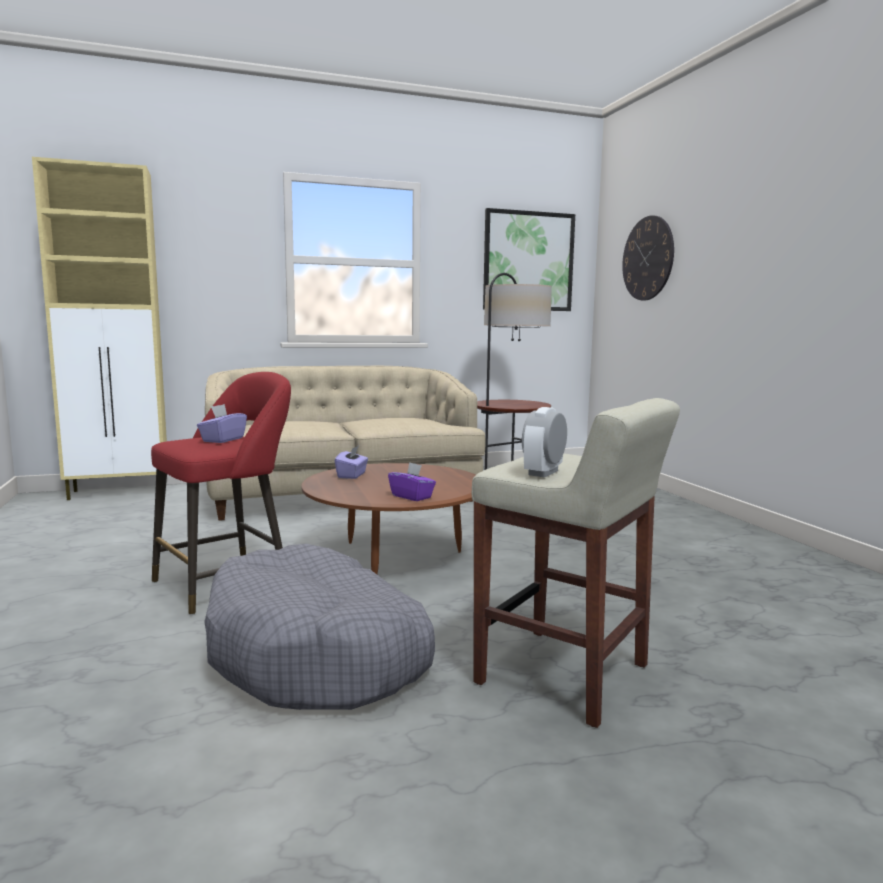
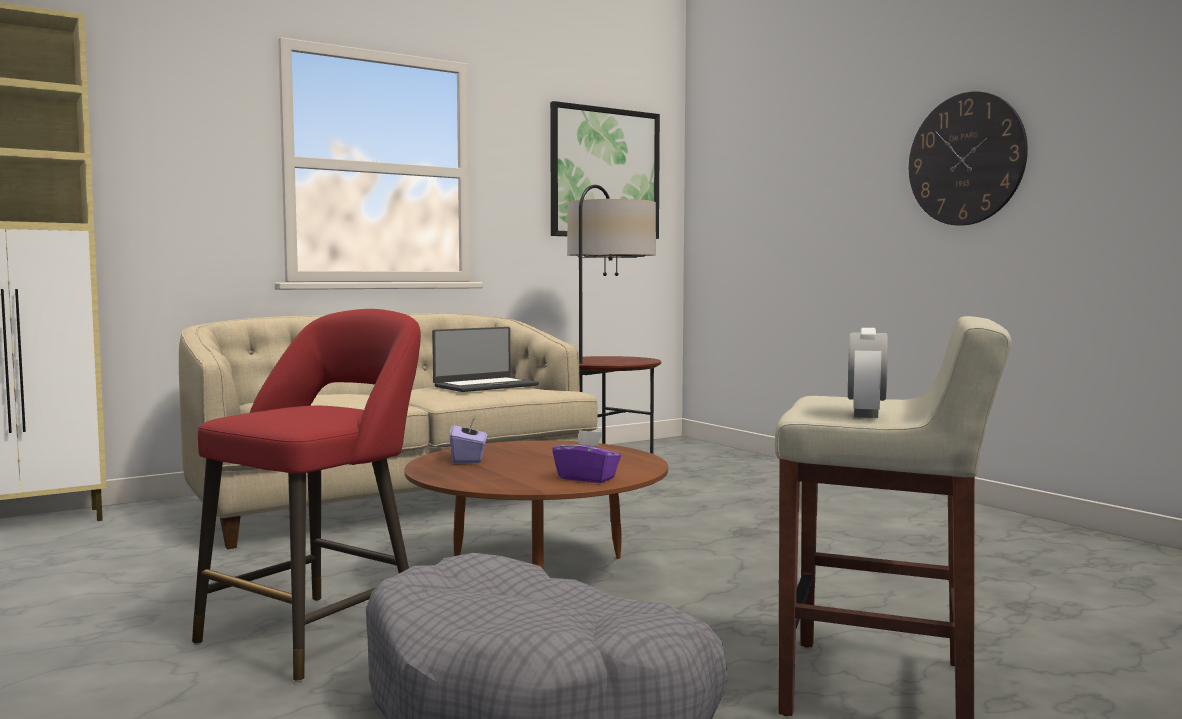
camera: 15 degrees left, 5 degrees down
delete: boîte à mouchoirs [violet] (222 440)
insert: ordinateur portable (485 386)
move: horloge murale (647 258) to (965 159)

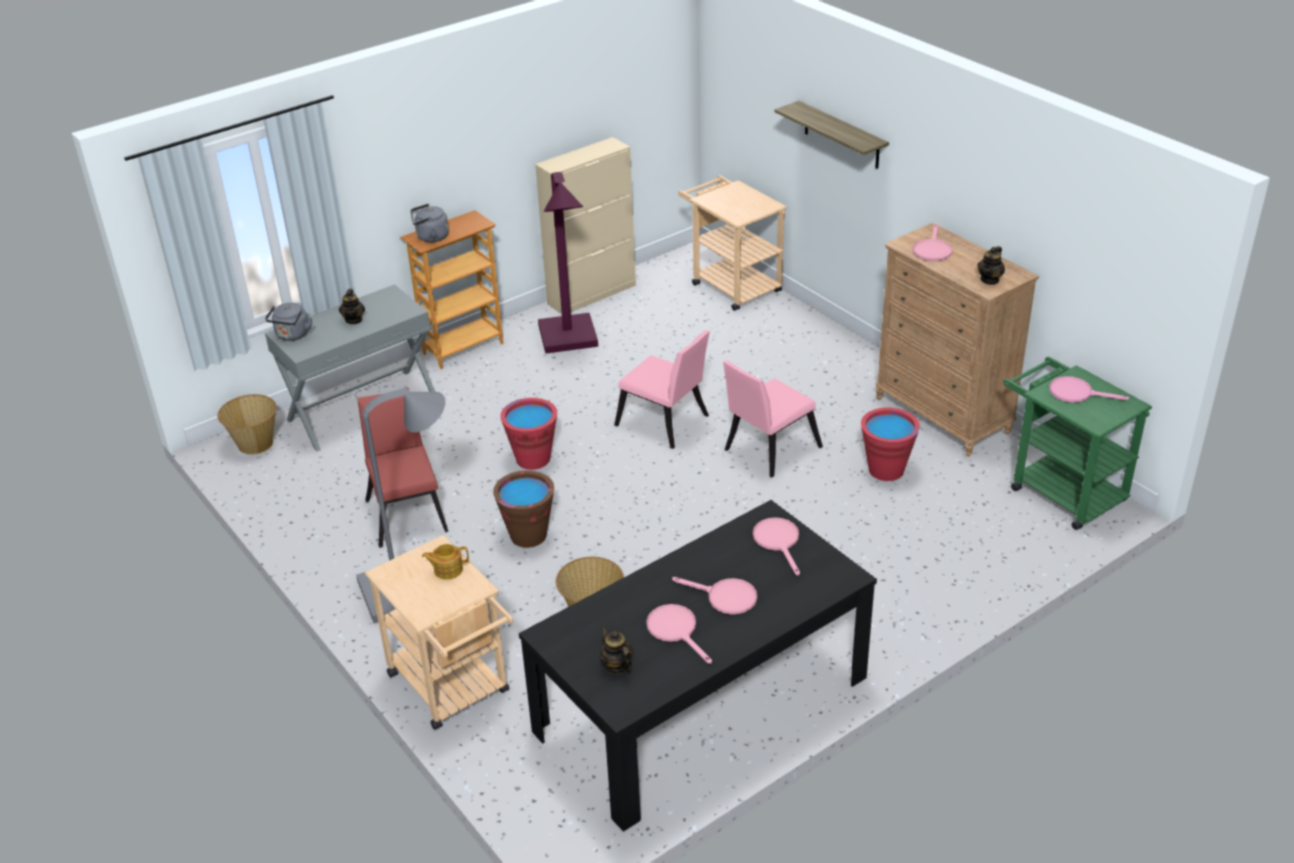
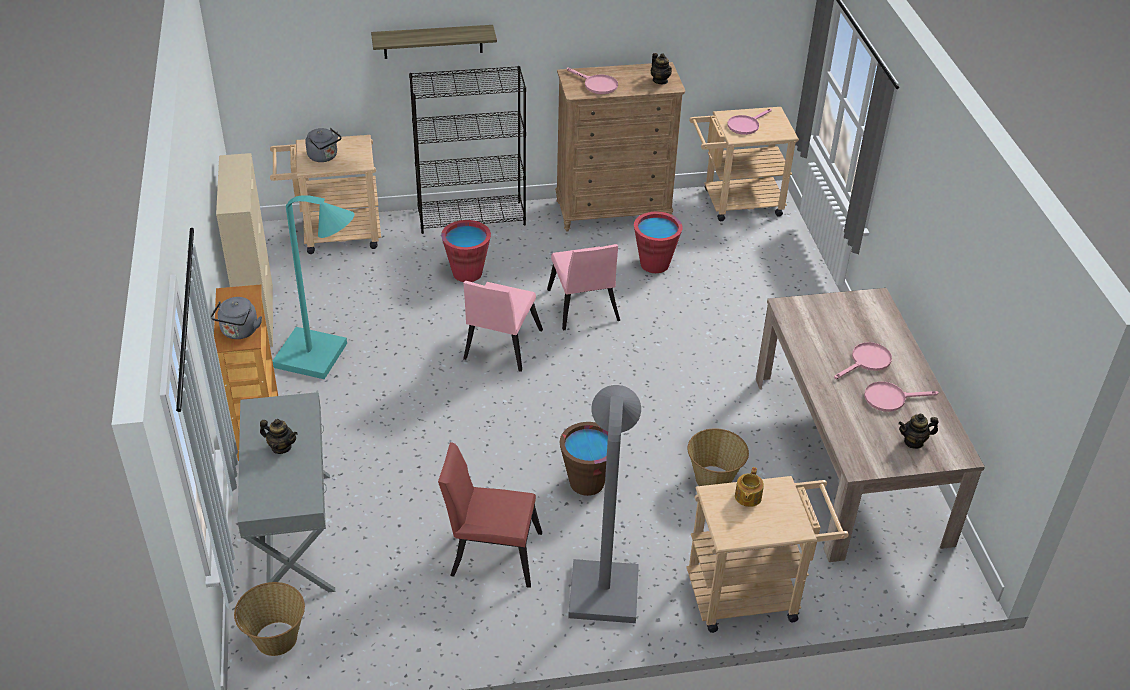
camera: 65 degrees left, 5 degrees up
delete: poêle [rose] (778 541)
insert: bibliothèque [noir] (472 217)
move: bouilloire [gris] (292 335) to (324 157); seau [rouge] (533 459) to (467 273)
recolor: lampadaire [violet] (569 341) to lampadaire [turquoise] (321 357); chariot [vert] (1060 490) to chariot [beige] (735 203); table à manger [noir] (701 704) to table à manger [beige] (849 457)
rotate: chaise [rose] (666 423) = (500 347) 135 degrees clockwise

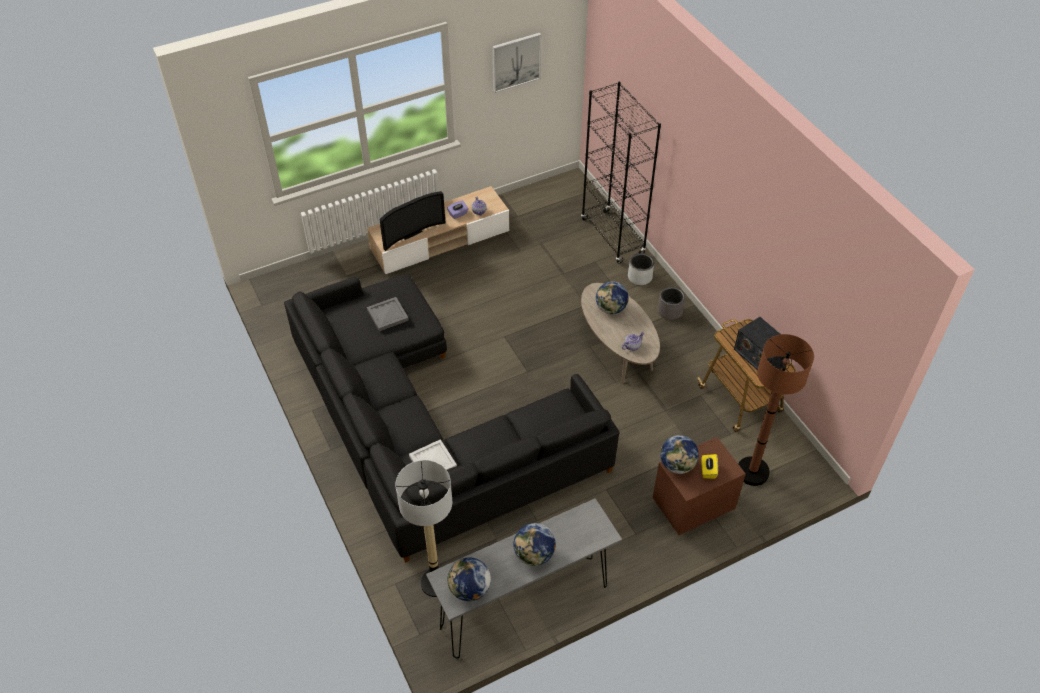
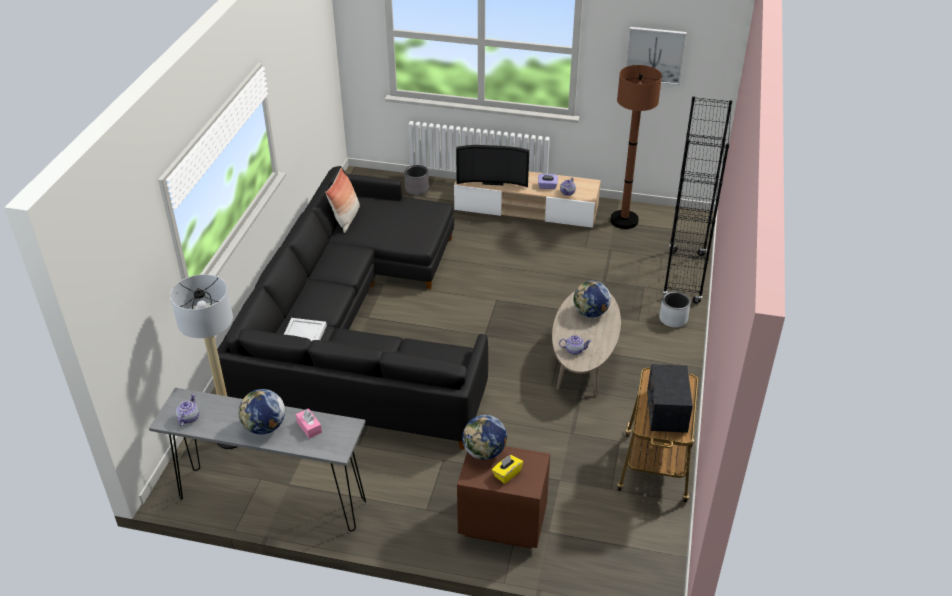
camera: 40 degrees right, 10 degrees down
delete: plateau [gris] (388 314)
insert: boîte à mouchoirs [rose] (309 427); coussin (346 219)
move: cache-pot [gris] (670 311) to (417 189); lampadaire [marron] (752 472) to (624 220)
replace: globe (469 589) to théière (188 418)

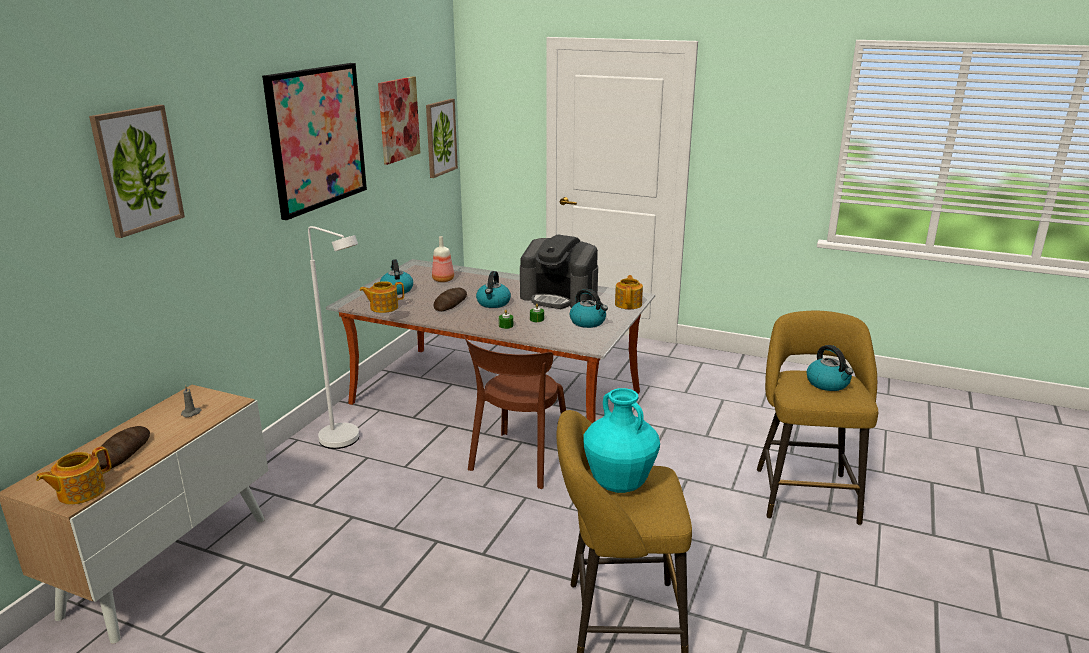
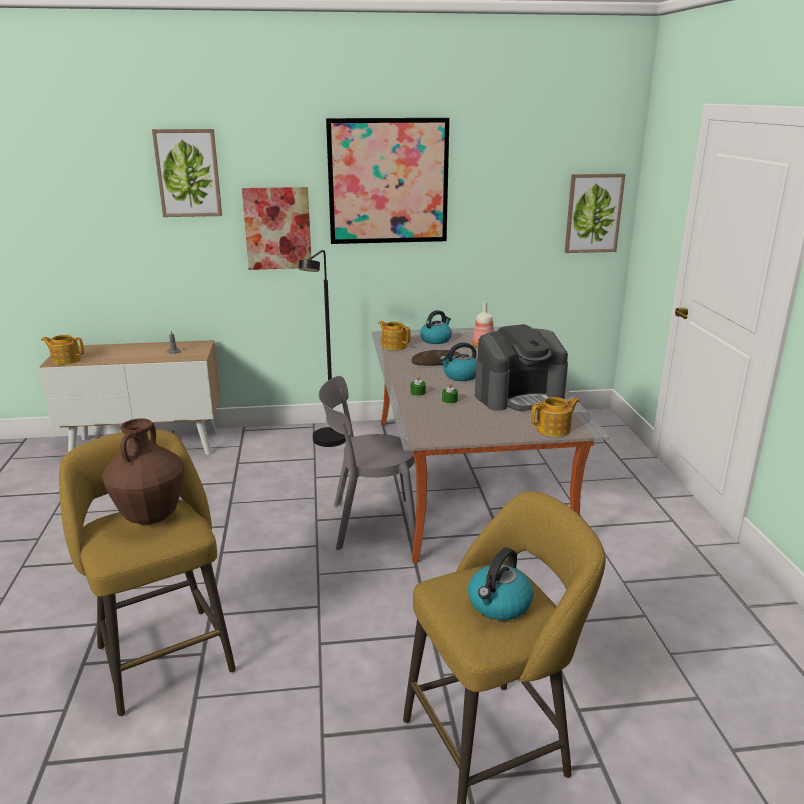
camera: 60 degrees right, 0 degrees up
delete: pain (121 452); bouilloire (588 322)
move: tableau (398 119) to (277 228)
recolor: vase [turquoise] (619 485) to vase [marron] (150 517); lampadaire [blanc] (346 442) to lampadaire [noir] (327 443); chaise [marron] (518 462) to chaise [gris] (368 524)
rotate: machine à café (559 297) = (519 396) 105 degrees counterclockwise

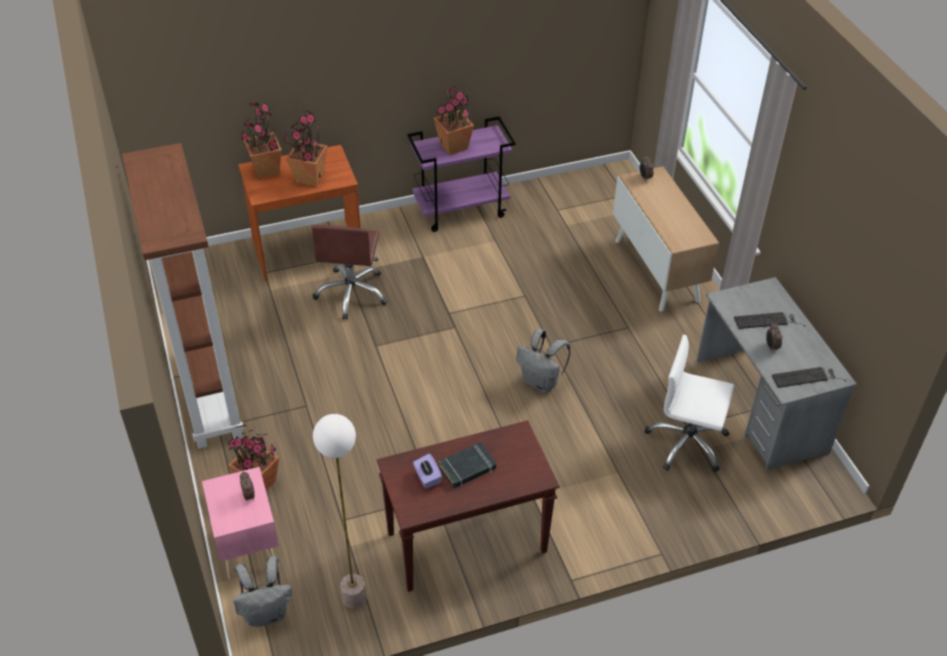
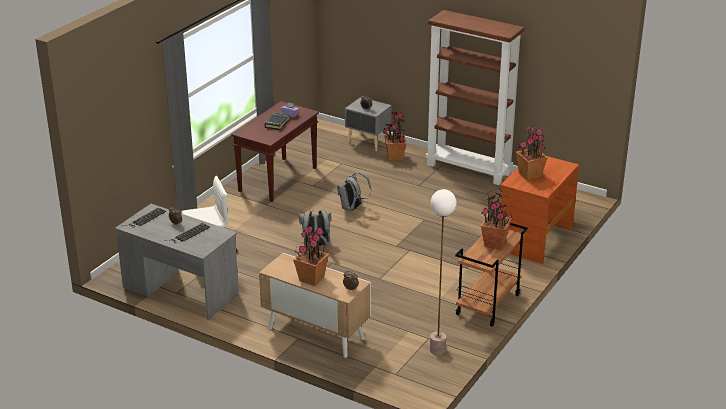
camera: 140 degrees right, 15 degrees down
delete: chaise de bureau [marron] (352 293)
move: plante en pot (265 170) to (311 278); sac à dos [gris] (266 613) to (352 208); lampadaire (354 597) to (437 350)
recolor: table de chevet [rose] (248 545) to table de chevet [gris] (368 142); chariot [violet] (461 210) to chariot [marron] (488 305)

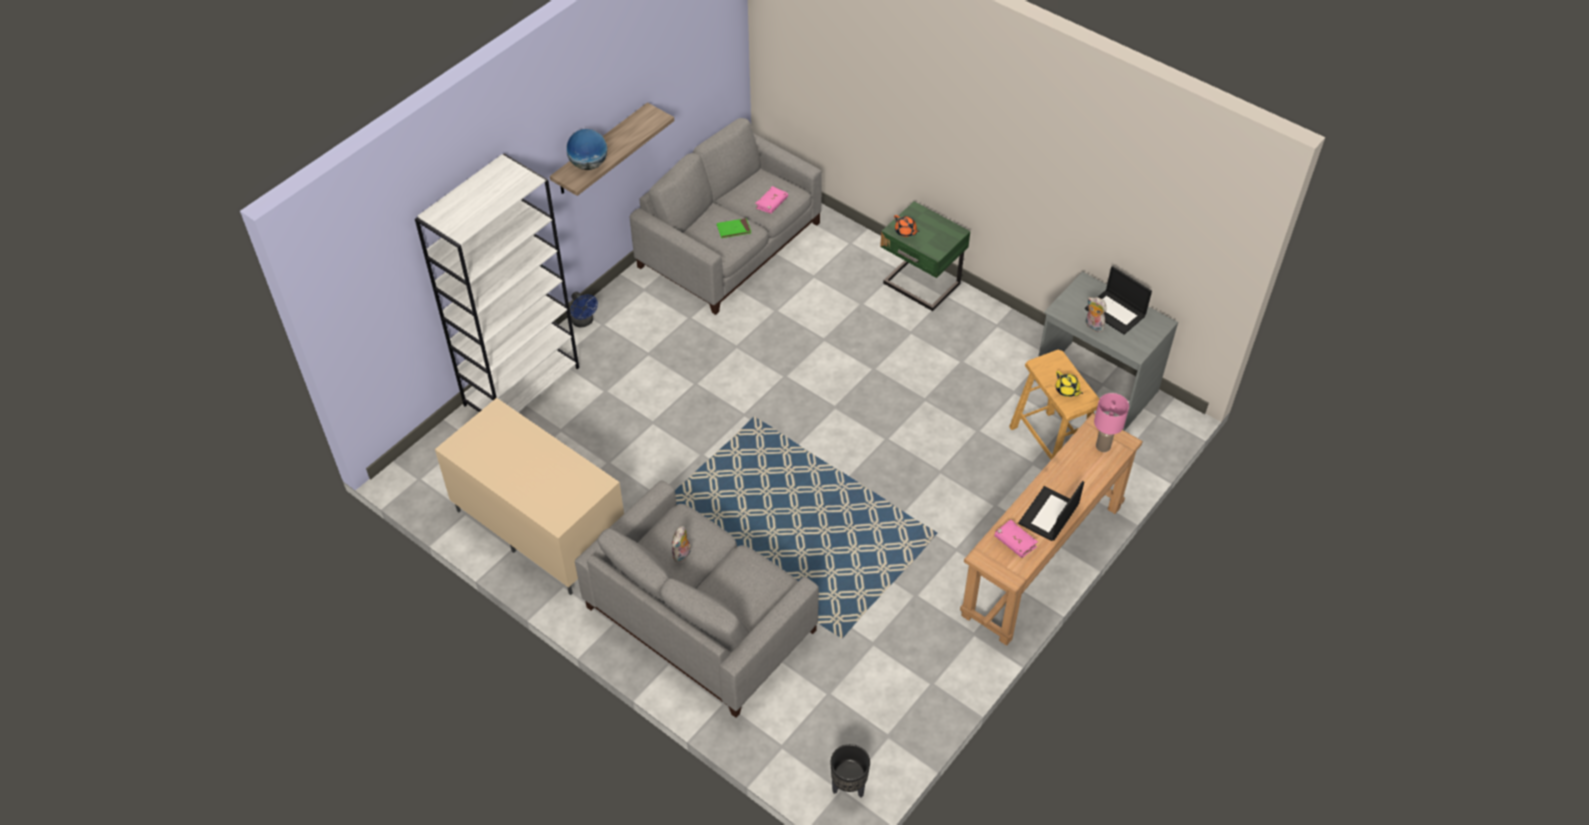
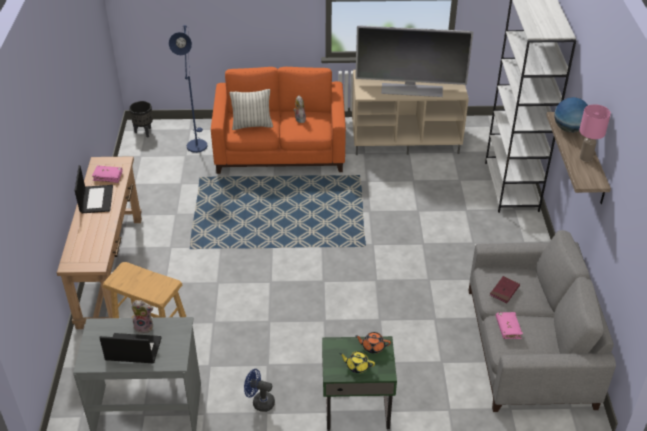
camera: 140 degrees right, 10 degrees down
insert: lampadaire [bleu] (196 143); coussin (252 125); téléviseur (411 89)
move: ventilateur [bleu] (584 322) to (260 402); théière [jaune] (1067 390) to (357 366); lampe de table [rose] (1103 446) to (585 158)
recolor: canapé [gris] (701 618) to canapé [orange] (280 149); livre [vert] (734 229) to livre [rouge] (504 291)

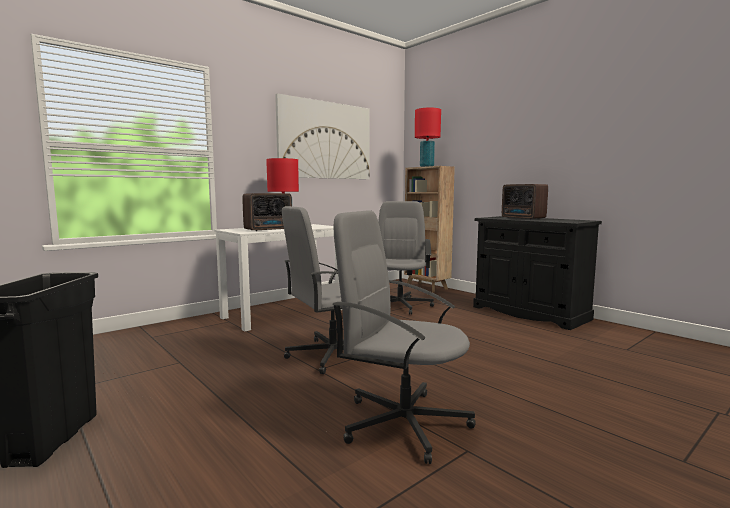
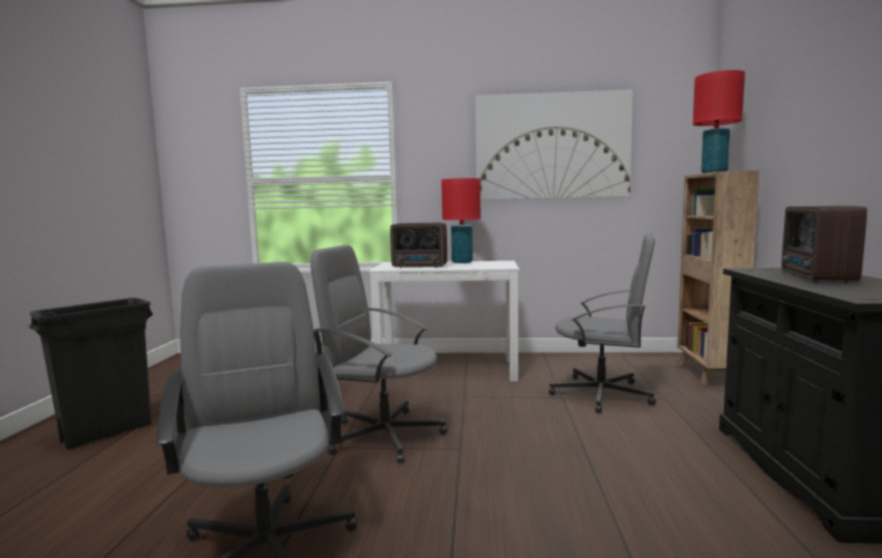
camera: 45 degrees right, 0 degrees up
rotate: chaise de bureau [gris] (400 305) = (603 394) 60 degrees clockwise

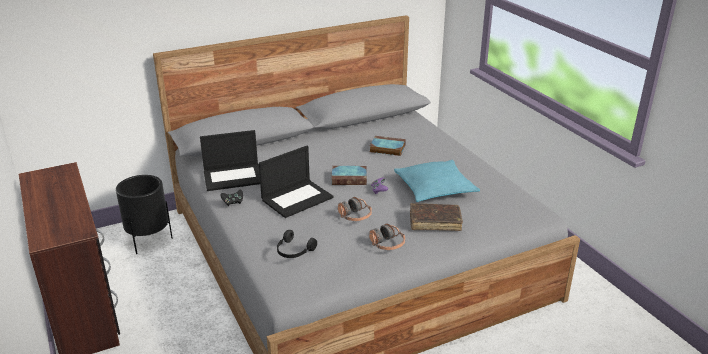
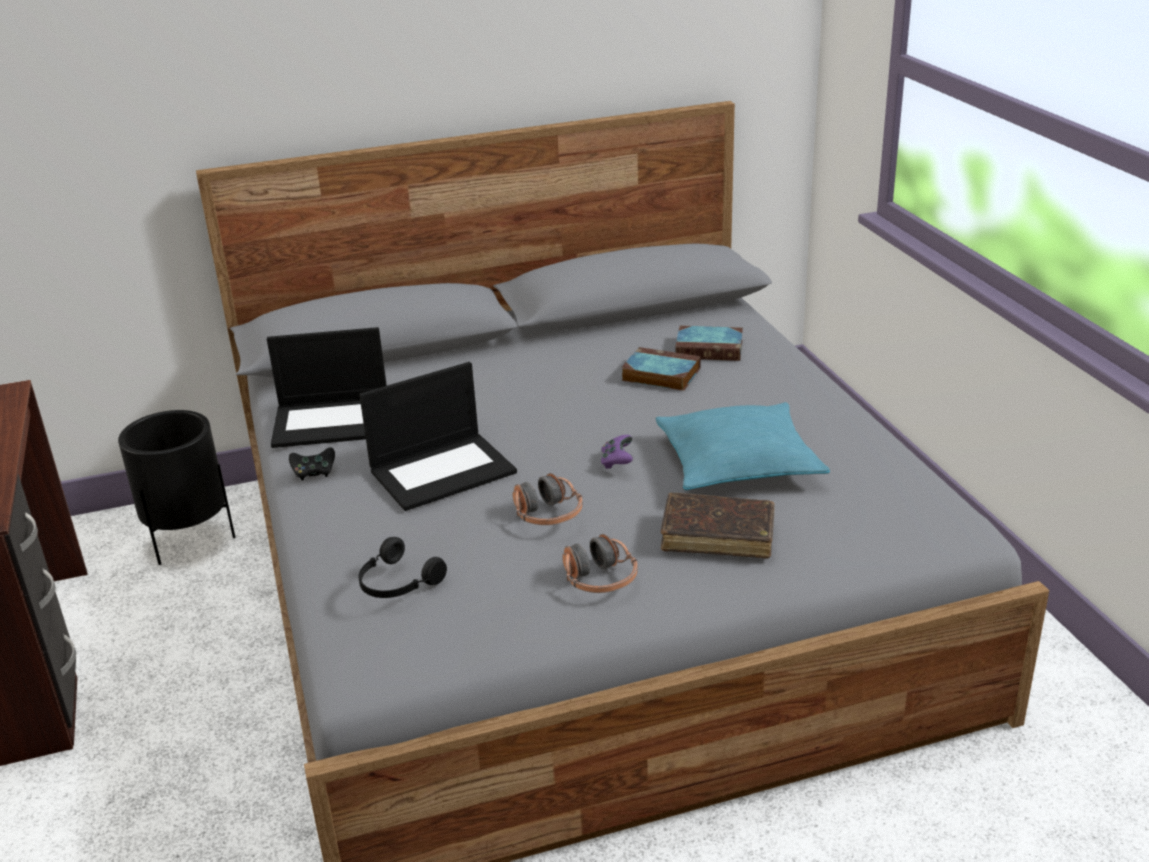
camera: 10 degrees right, 0 degrees up
move: livre (350 178) to (710 349)

